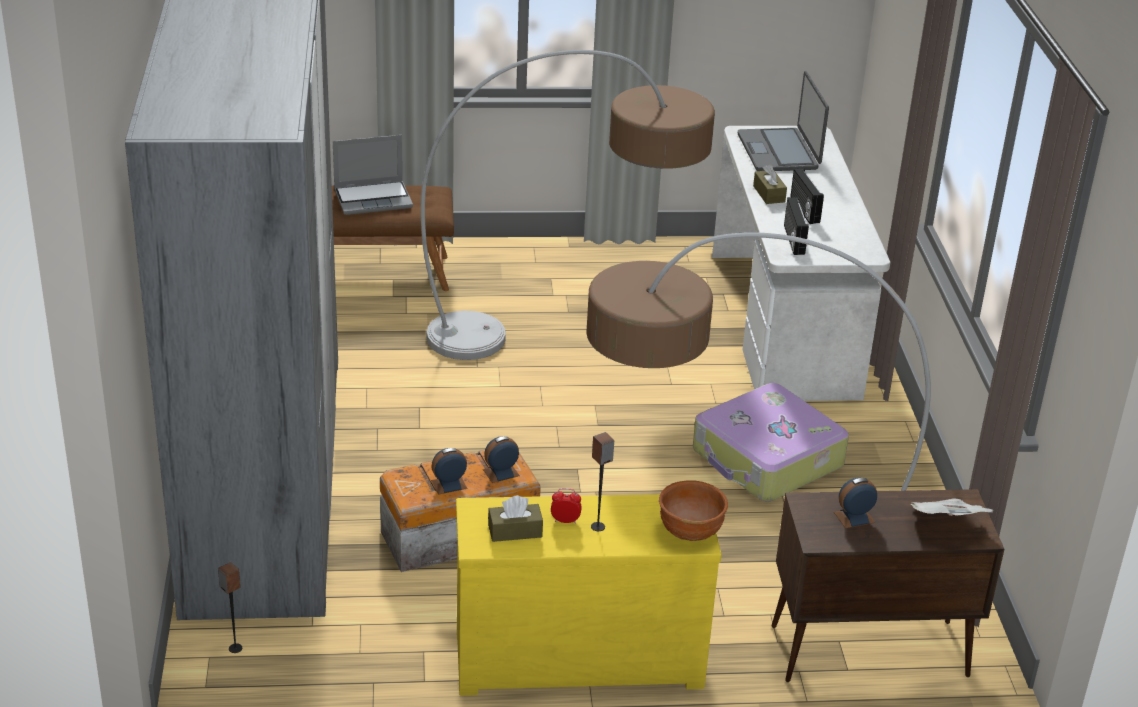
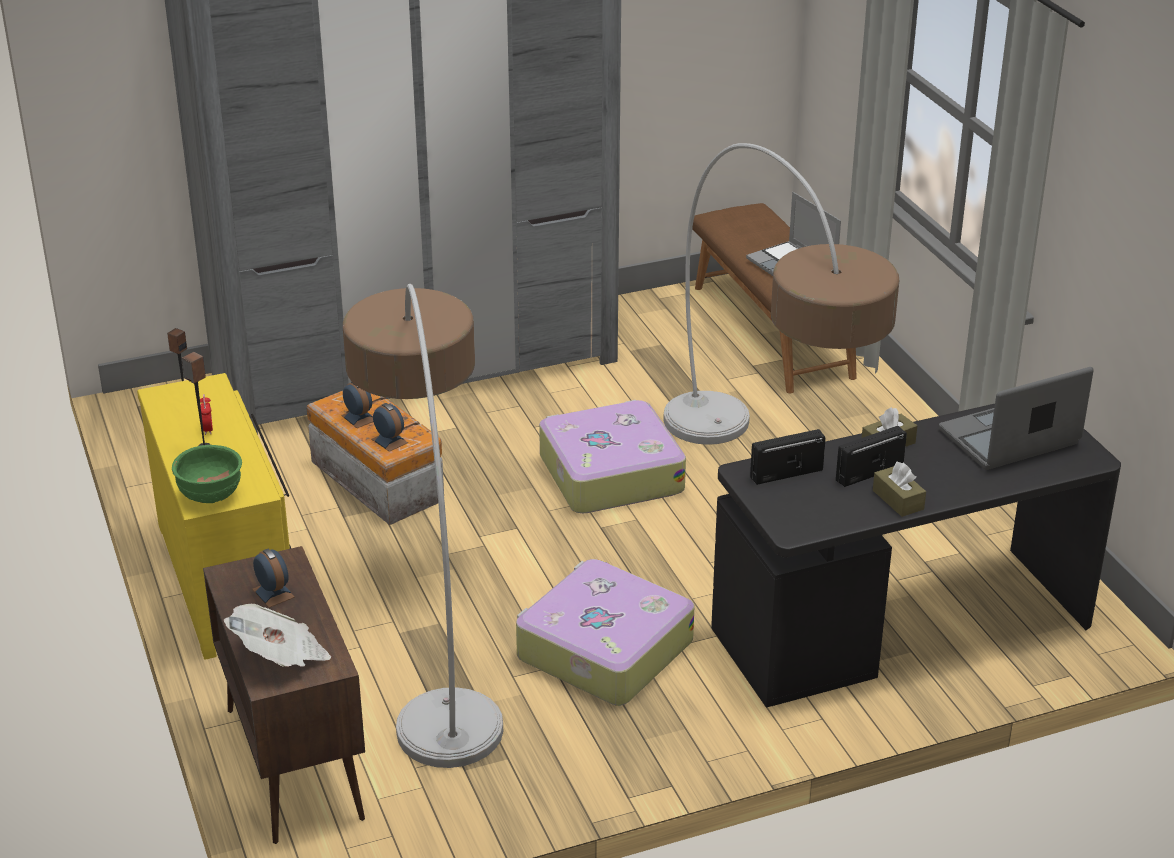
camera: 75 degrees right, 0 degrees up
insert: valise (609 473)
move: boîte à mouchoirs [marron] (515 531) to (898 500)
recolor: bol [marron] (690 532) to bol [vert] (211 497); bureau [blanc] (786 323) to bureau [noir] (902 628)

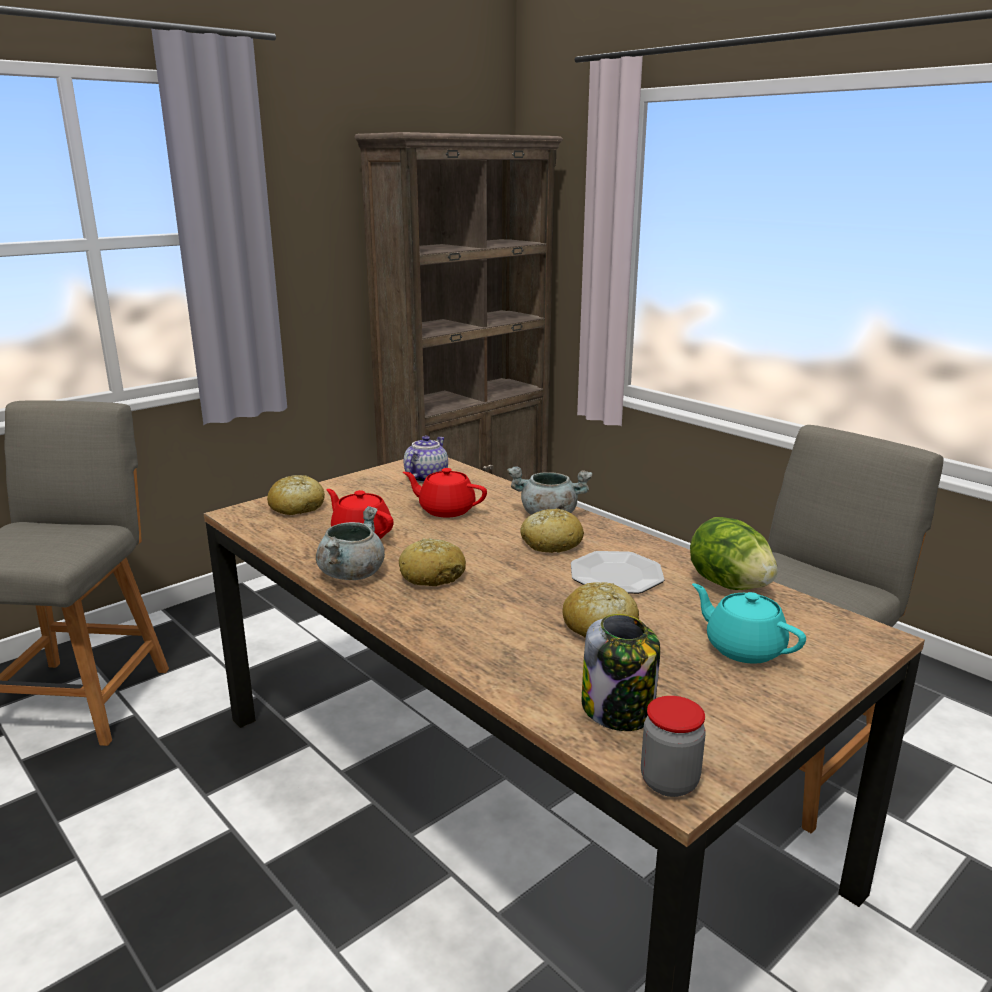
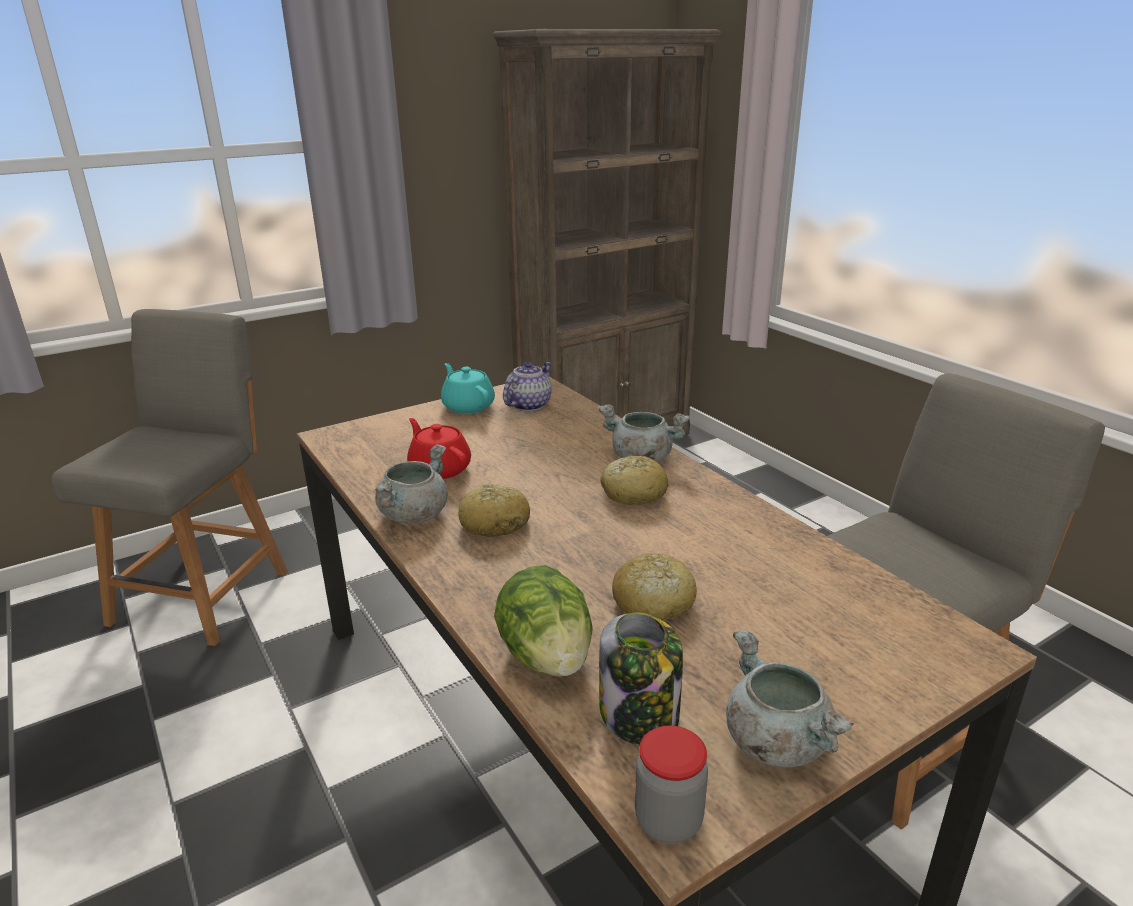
camera: 10 degrees right, 5 degrees up
delete: pain (297 507); théière [rouge] (446 510); assiette (616 575)
insert: marmite [gris] (775 742)
move: théière [turquoise] (743 648) to (468 406); laitue (729 585) to (547 657)

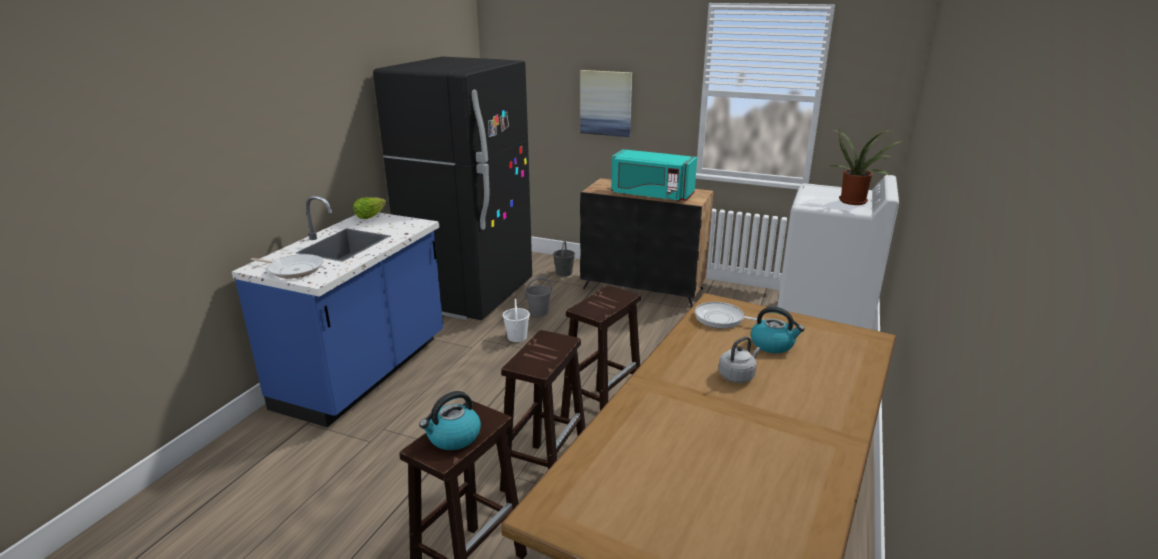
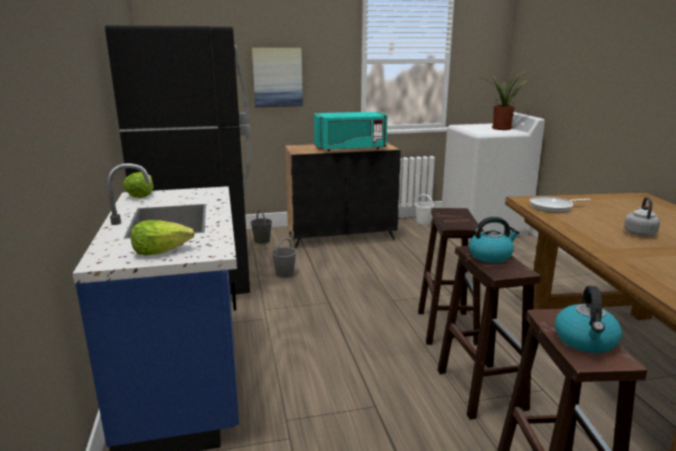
camera: 35 degrees left, 5 degrees down
move: seau [blanc] (517 337) to (423 222); bouilloire (773 344) to (490 256)
replace: poêle (293 269) to laitue (161 251)

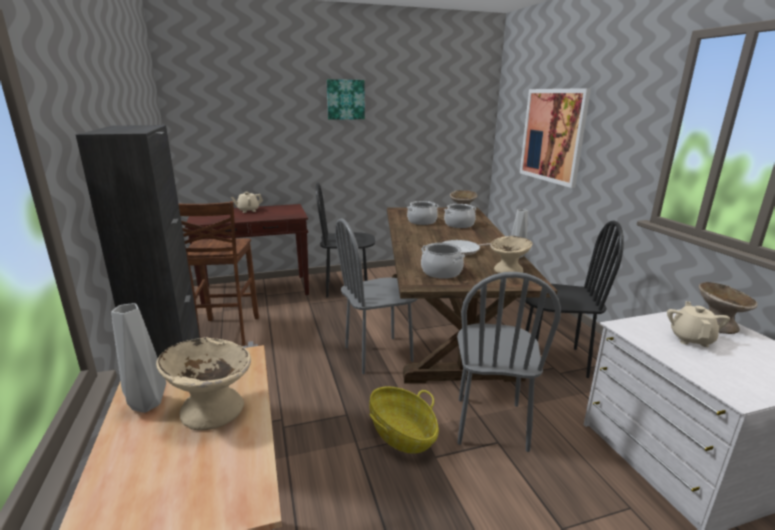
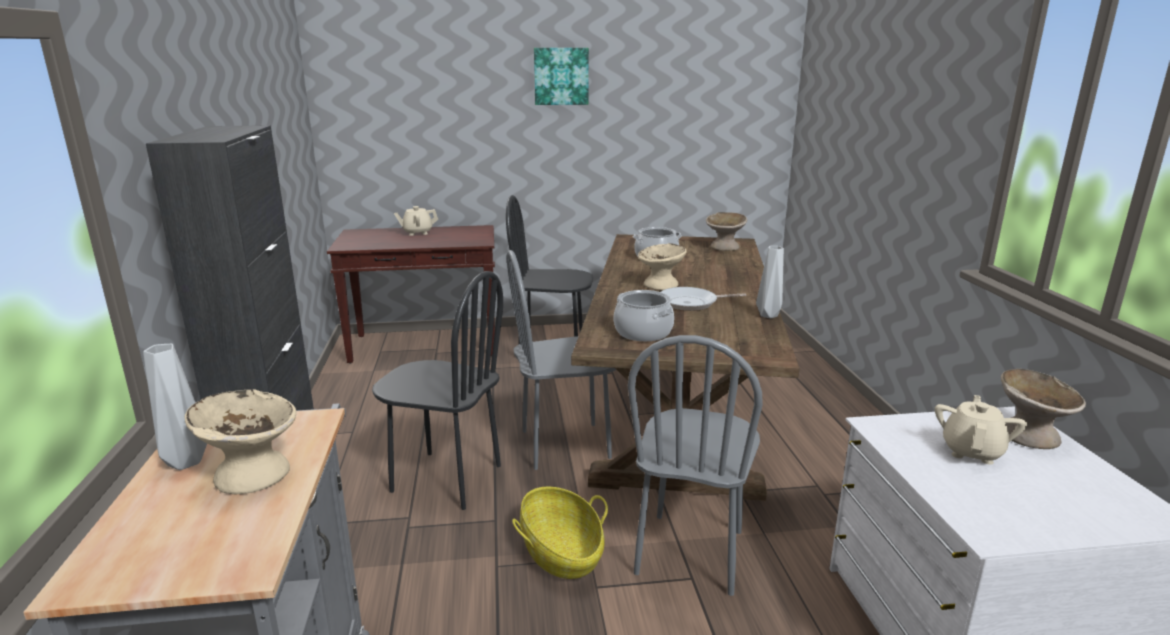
camera: 10 degrees right, 0 degrees up
delete: tabouret [marron] (226 332); marmite (459 224); tableau (552 135)
move: chaise [noir] (554 360) to (446 479); bol [beige] (508 270) to (661 285)

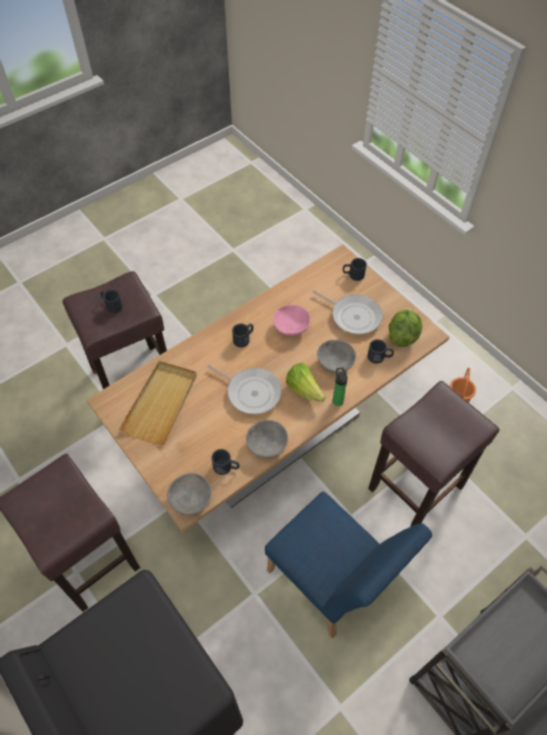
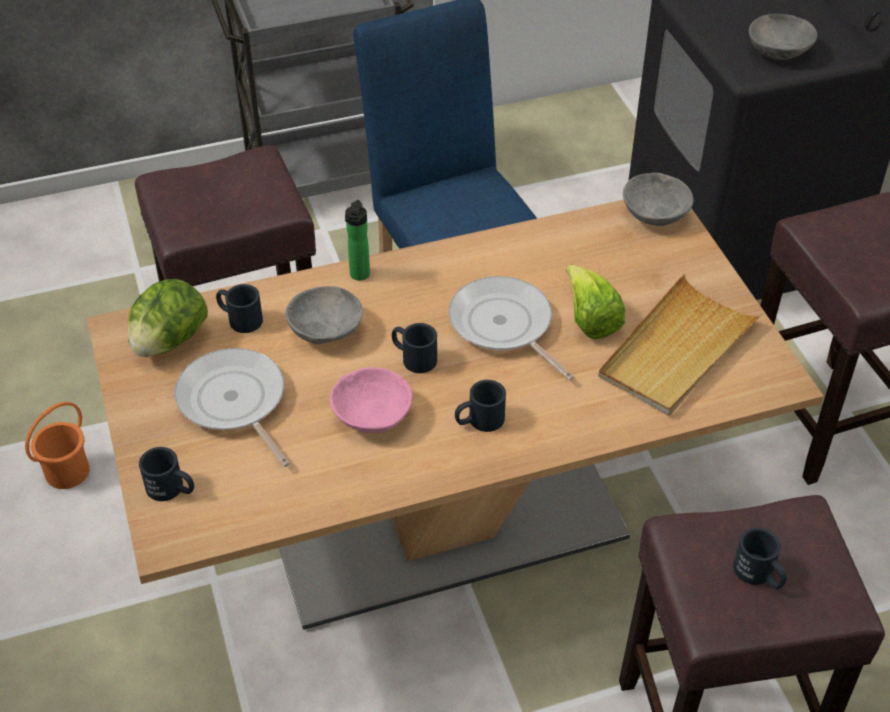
camera: 160 degrees left, 10 degrees down
move: mug [noir] (226 467) to (413 357); laitue (304 389) to (590 319); bol [gris] (266 445) to (779 52)

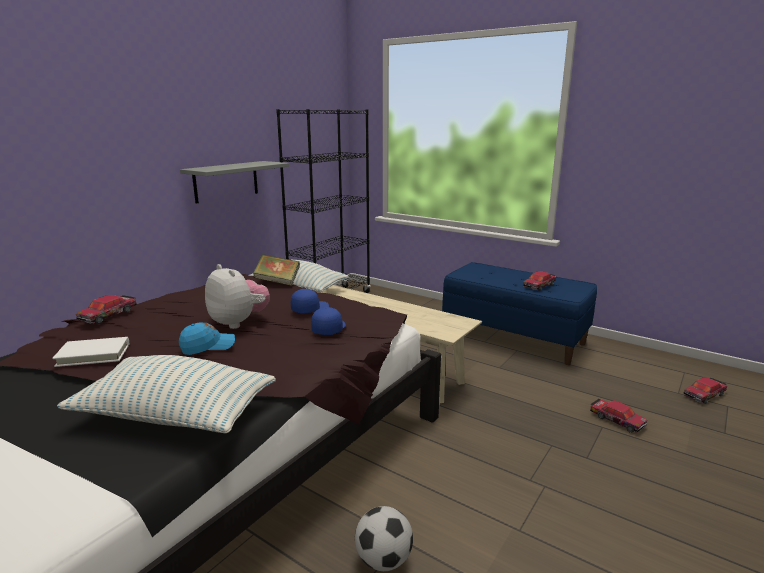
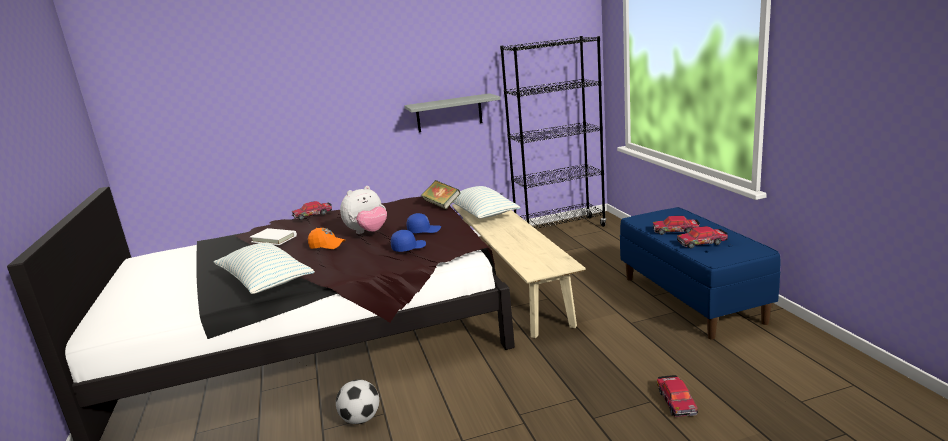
camera: 40 degrees right, 0 degrees up
move: petite voiture (704 394) to (675 231)
recolor: casquette [bleu] (208 346) to casquette [orange] (327 245)
rotate: peluche (239 322) = (368 232) 60 degrees clockwise

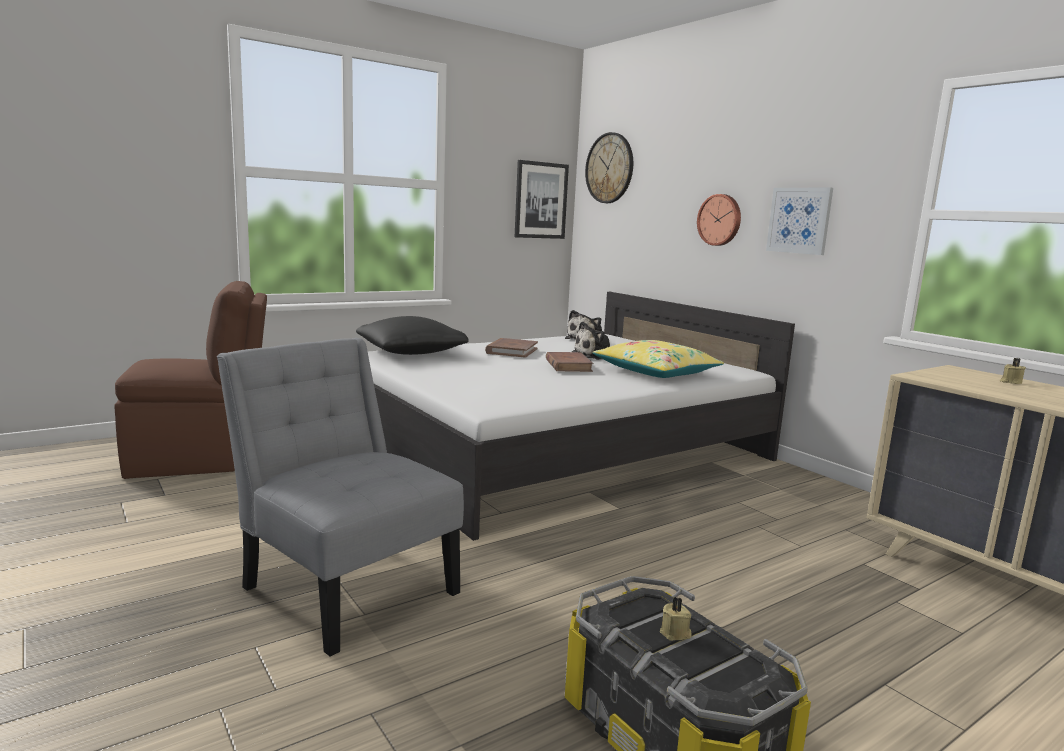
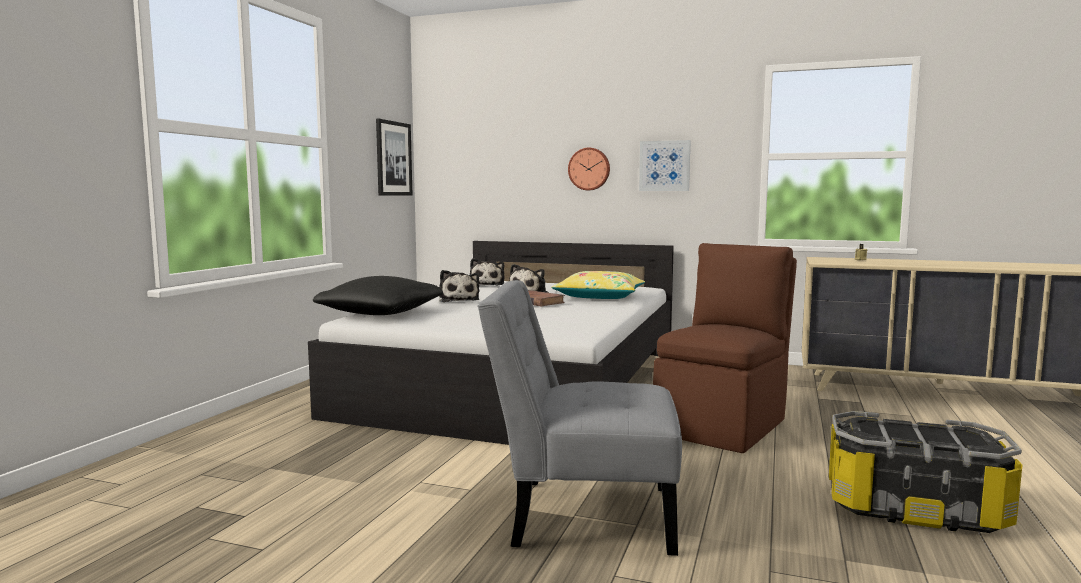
camera: 35 degrees left, 5 degrees down
delete: horloge murale (609 168); bougie [beige] (675 633)
move: chaise [marron] (201 459) to (723 426)
replace: livre [marron] (511 351) to peluche (458 300)

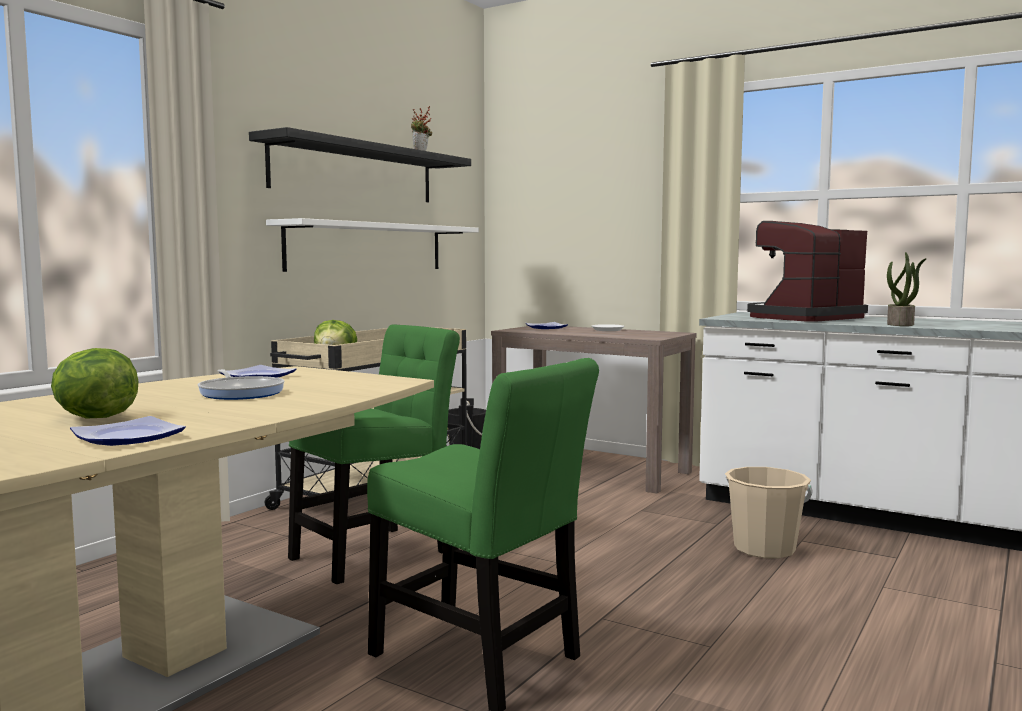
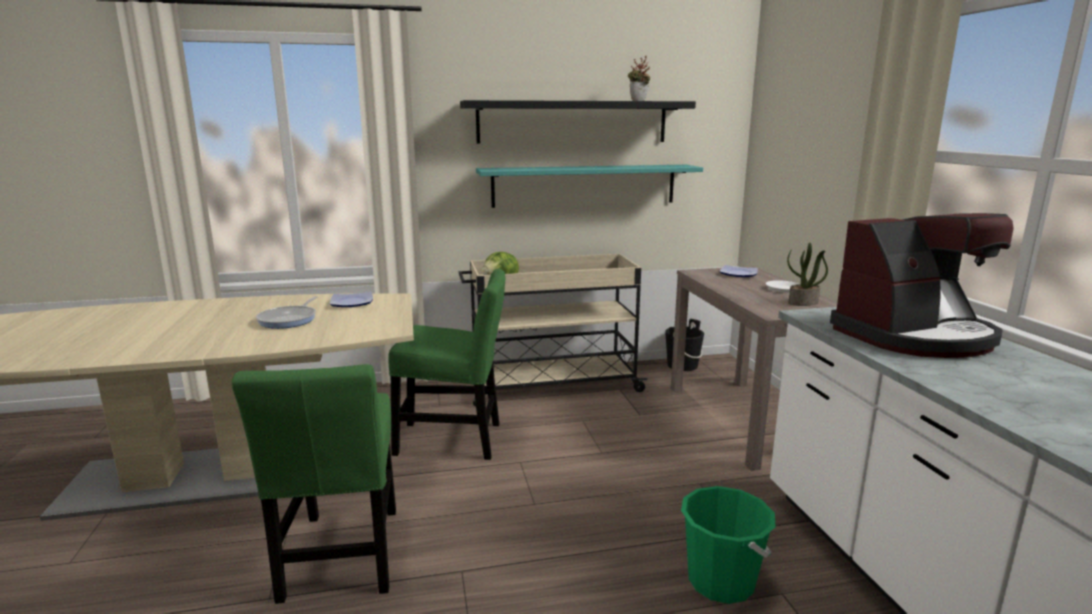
camera: 45 degrees right, 10 degrees up
delete: laitue (94 418); assiette (129 437)
move: plante en pot (901 324) to (803 303)
recolor: étagère [blanc] (368 247) to étagère [turquoise] (584 185); seau [beige] (764 549) to seau [vert] (721 582)
rotate: machine à café (803 318) = (914 336) 150 degrees clockwise

